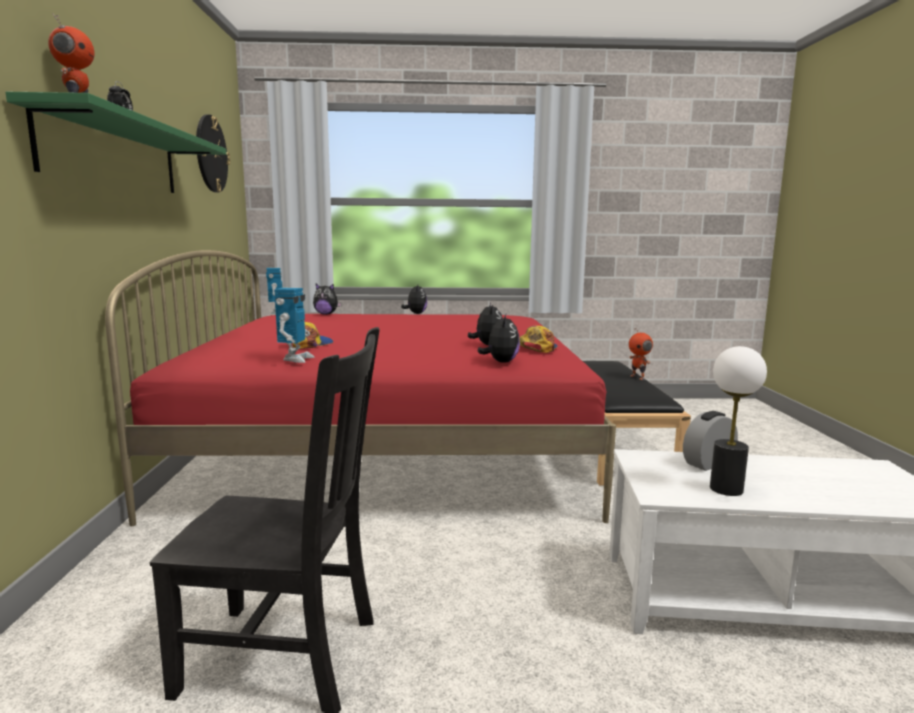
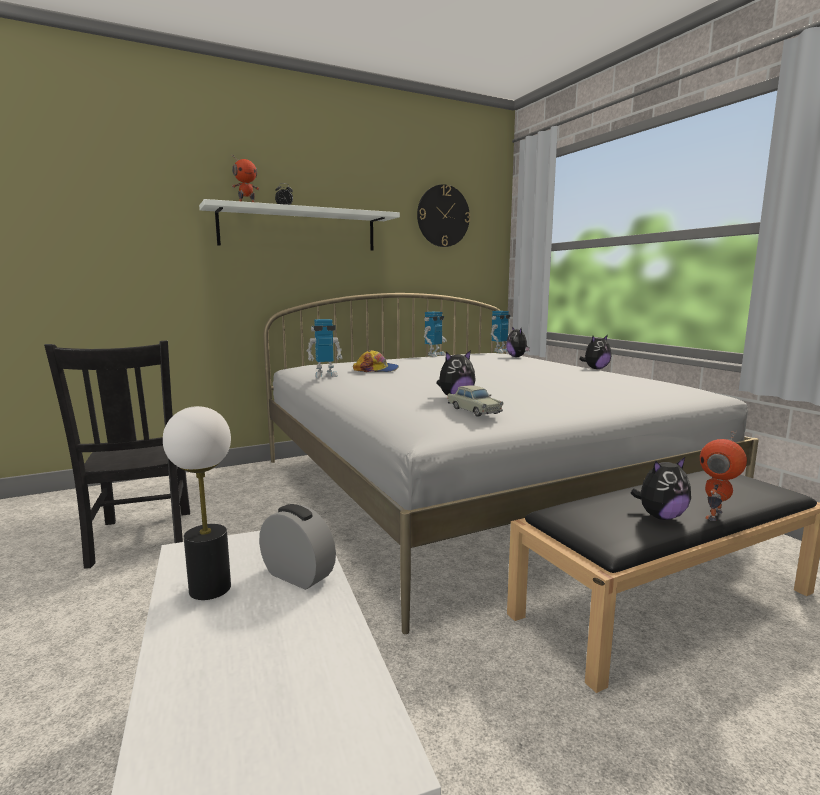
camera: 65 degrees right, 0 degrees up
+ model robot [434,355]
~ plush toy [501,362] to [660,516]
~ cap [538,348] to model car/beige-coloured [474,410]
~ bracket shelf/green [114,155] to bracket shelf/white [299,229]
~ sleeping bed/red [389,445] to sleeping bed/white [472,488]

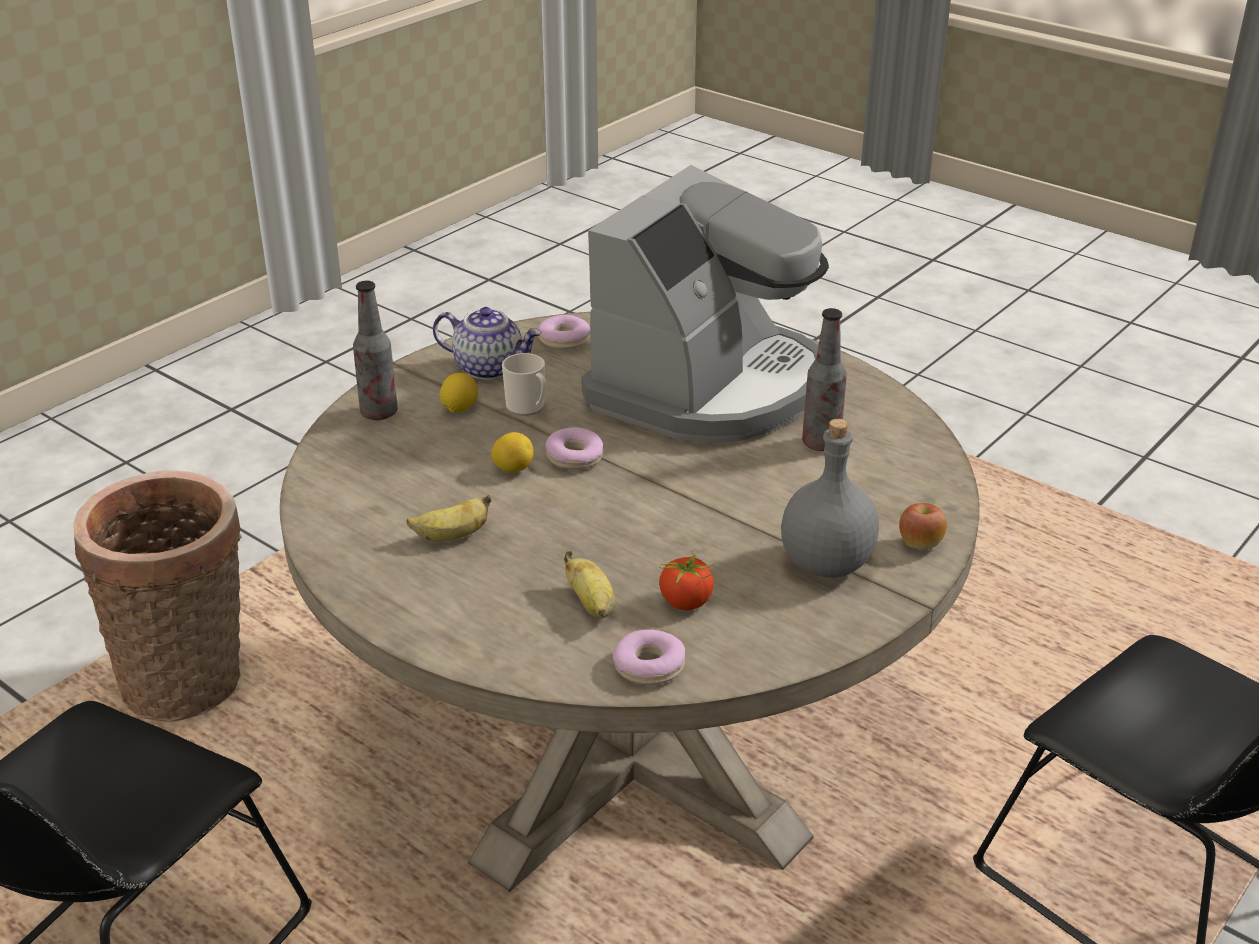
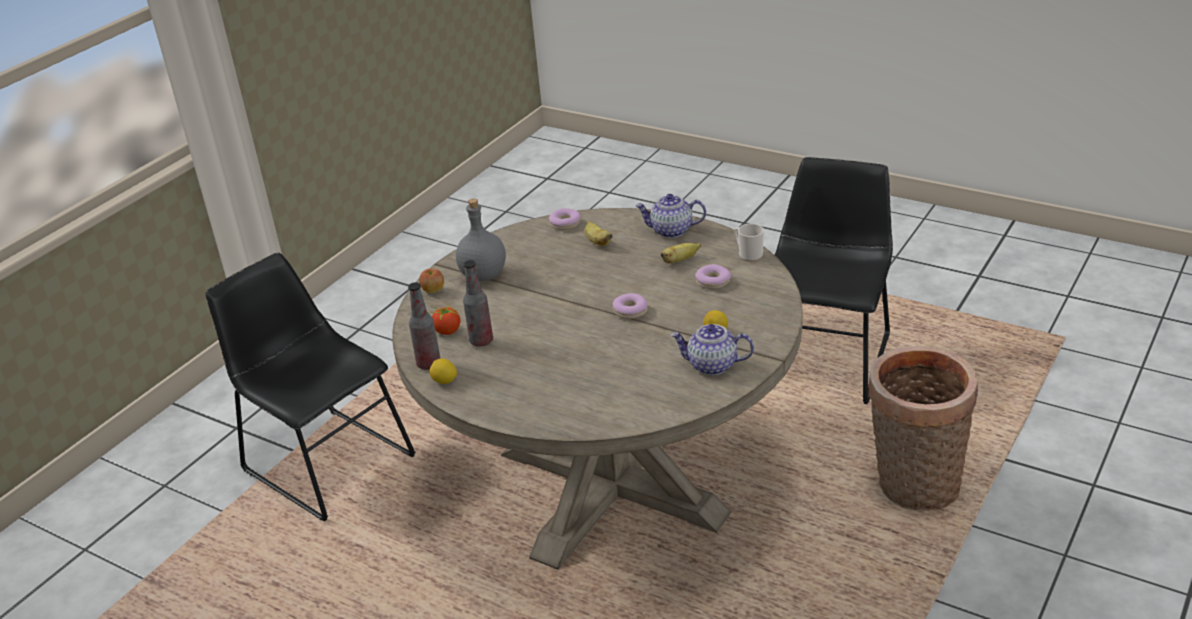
camera: 175 degrees right, 0 degrees up
- coffee maker [710,387]
+ tea pot [671,231]
~ beverage bottle [379,413] to [429,364]
~ lemon [513,469] to [444,381]
~ coffee mug [528,408] to [748,254]
~ donut [564,340] to [713,282]
~ fresh tomato [686,602] to [447,331]

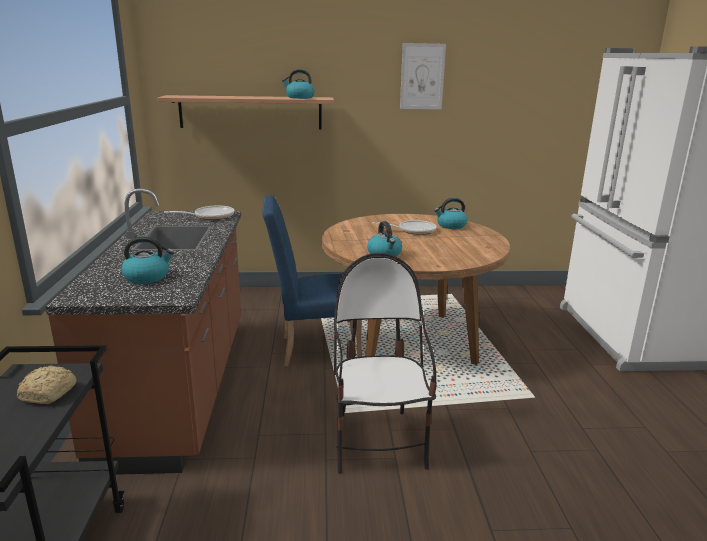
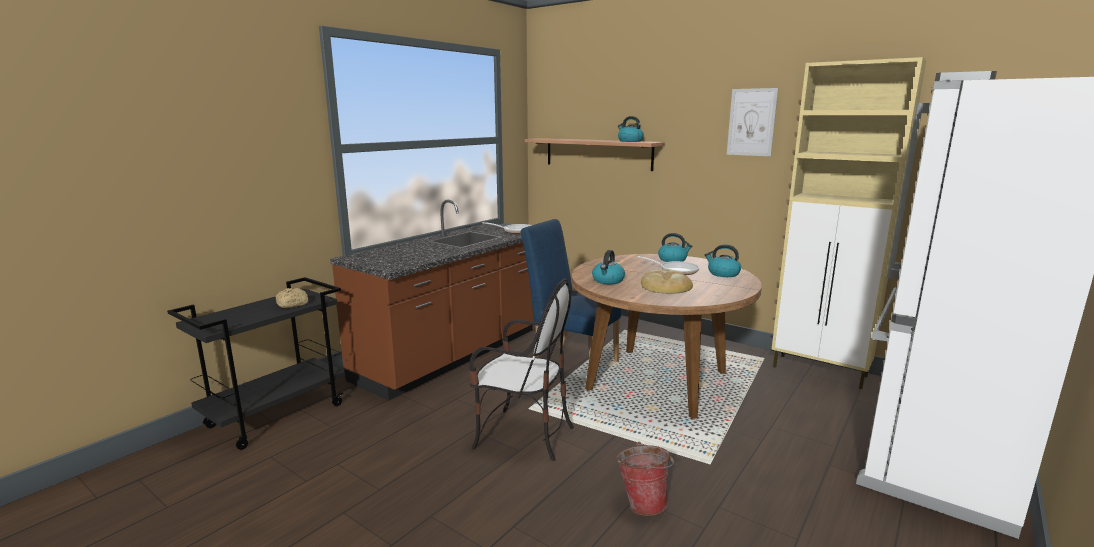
camera: 40 degrees right, 5 degrees down
+ pail [642,503]
+ bakery bread [665,286]
+ cabinet/beige-coloured [820,372]
~ tea kettle [147,277] to [673,260]
~ chair [378,442] = [523,436] 75 degrees clockwise

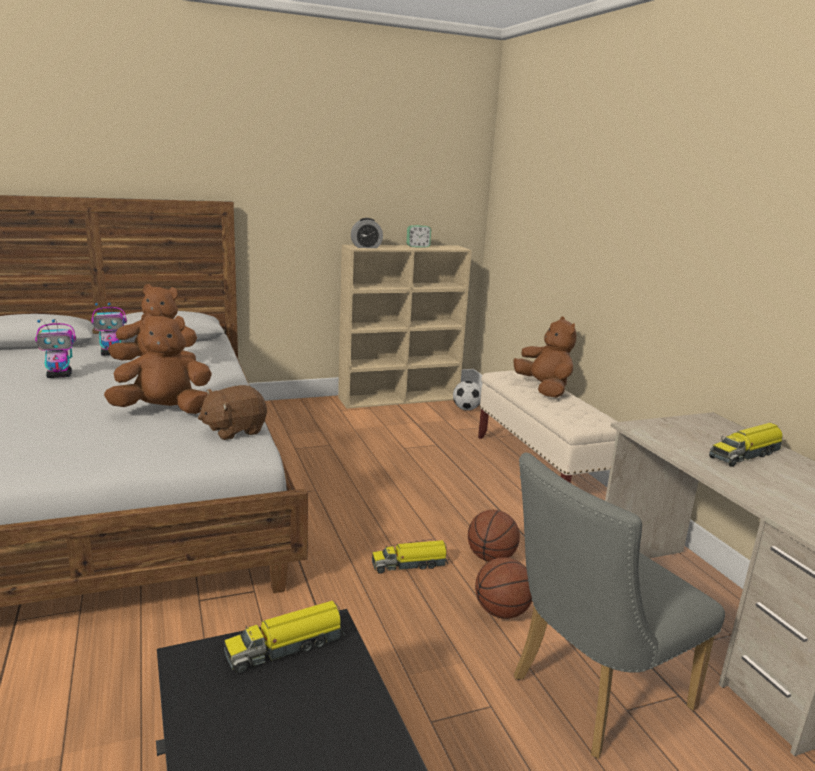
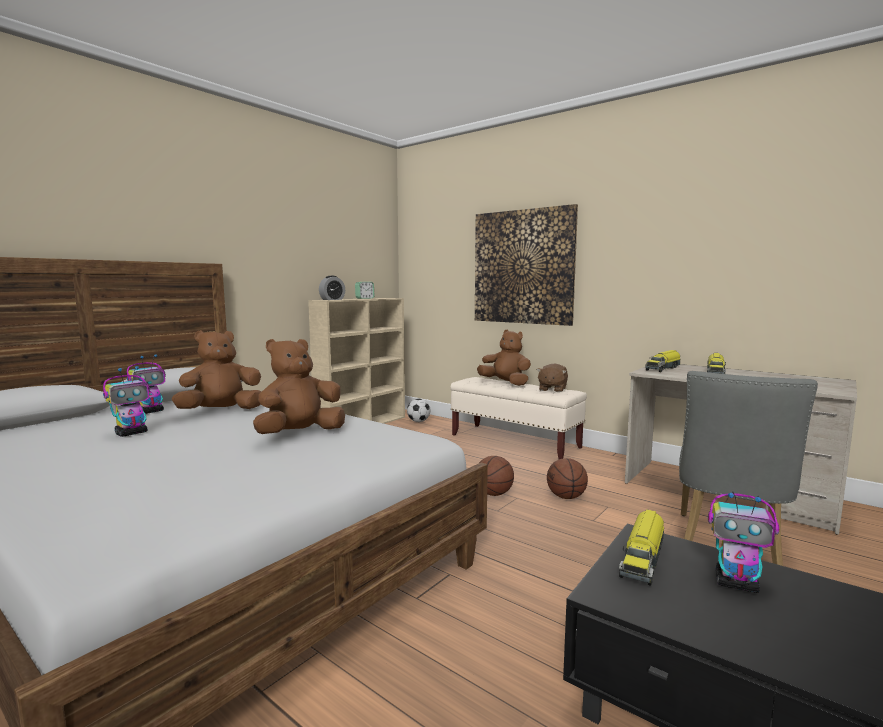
camera: 30 degrees left, 10 degrees down
+ picture [523,267]
+ model robot [737,584]
~ plush toy/brown [234,430] to [552,389]
~ toy lorry [410,564] to [663,368]
~ ball for basketball [501,612] to [493,494]

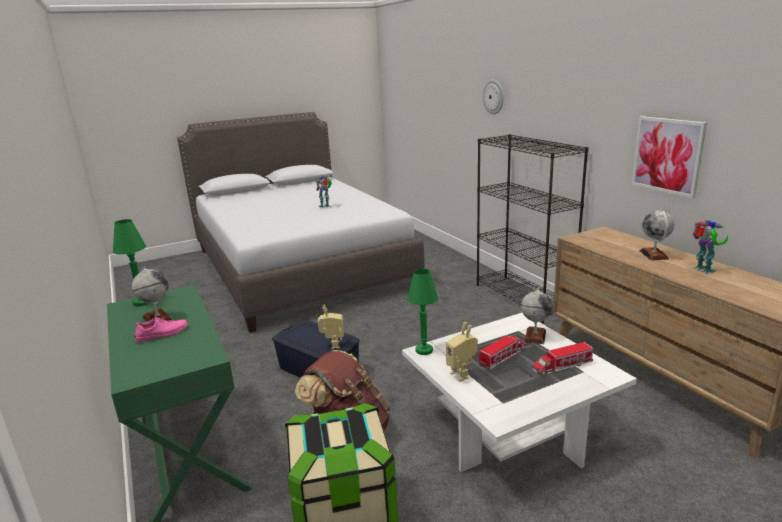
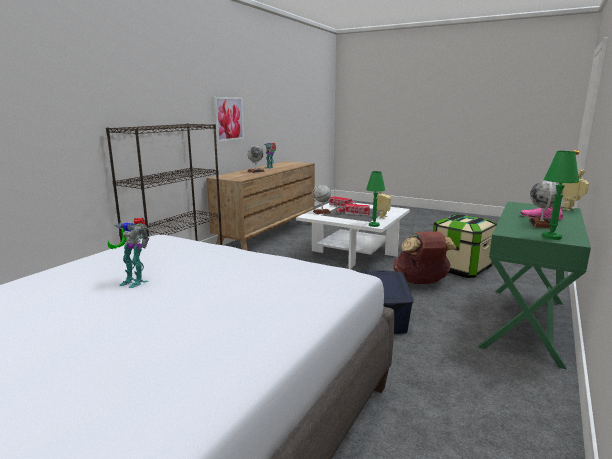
camera: 125 degrees left, 5 degrees down
- hanging clock [494,97]
~ model robot [332,345] to [570,209]

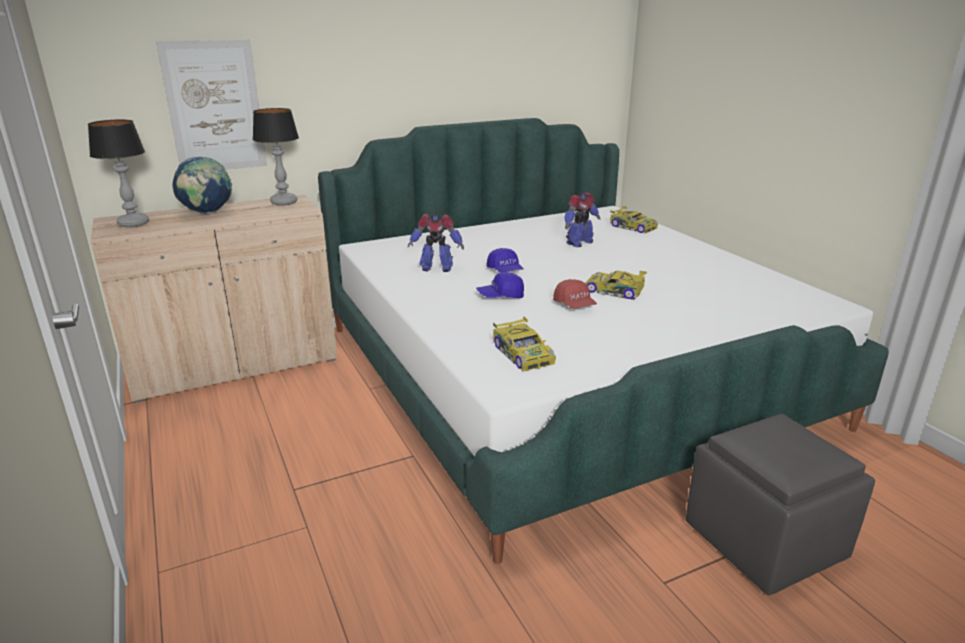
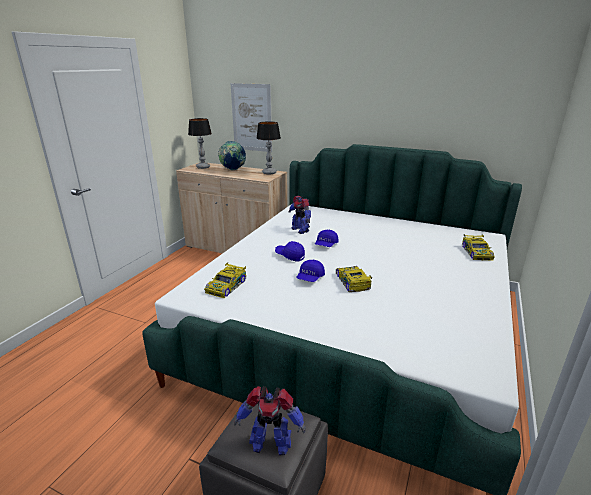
camera: 50 degrees right, 0 degrees up
~ model robot [578,243] to [270,443]
~ cap/red [574,305] to cap/bluish [310,278]

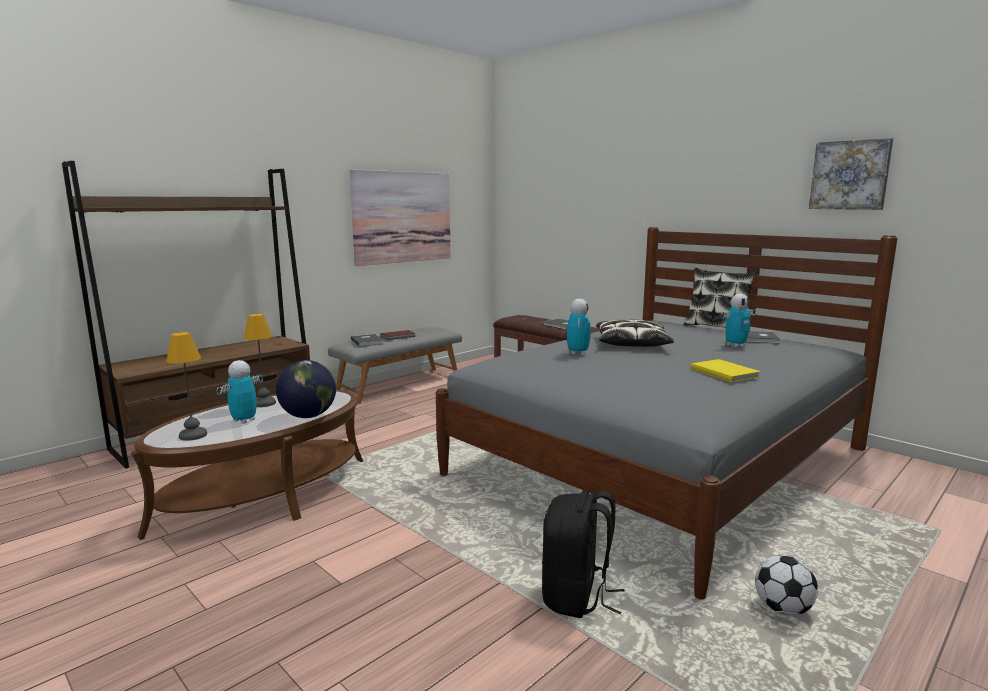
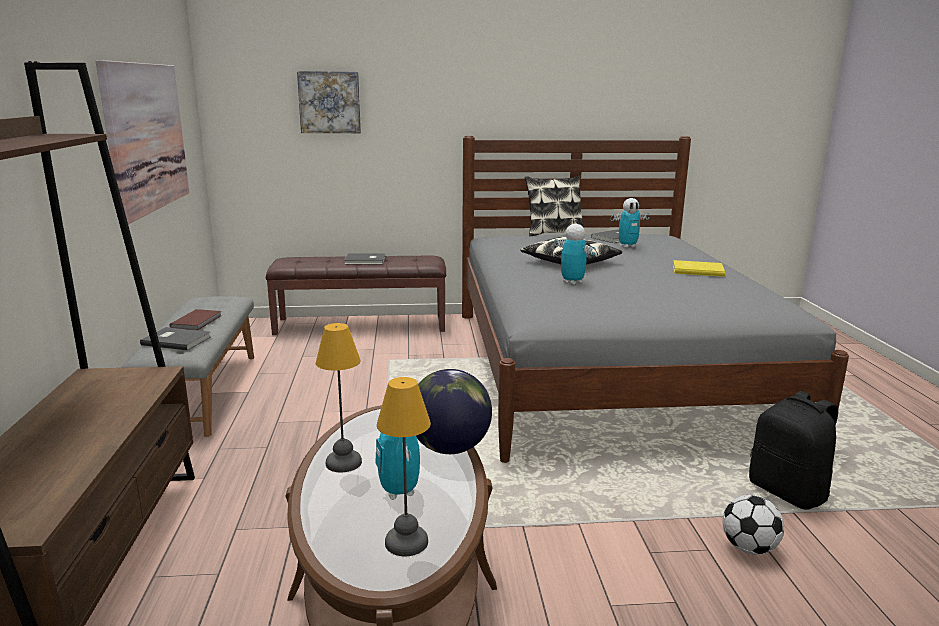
camera: 50 degrees left, 5 degrees up
~ ball for football [782,609] to [749,548]
~ picture [849,175] to [329,102]
~ model robot [735,345] = [627,246] 60 degrees clockwise

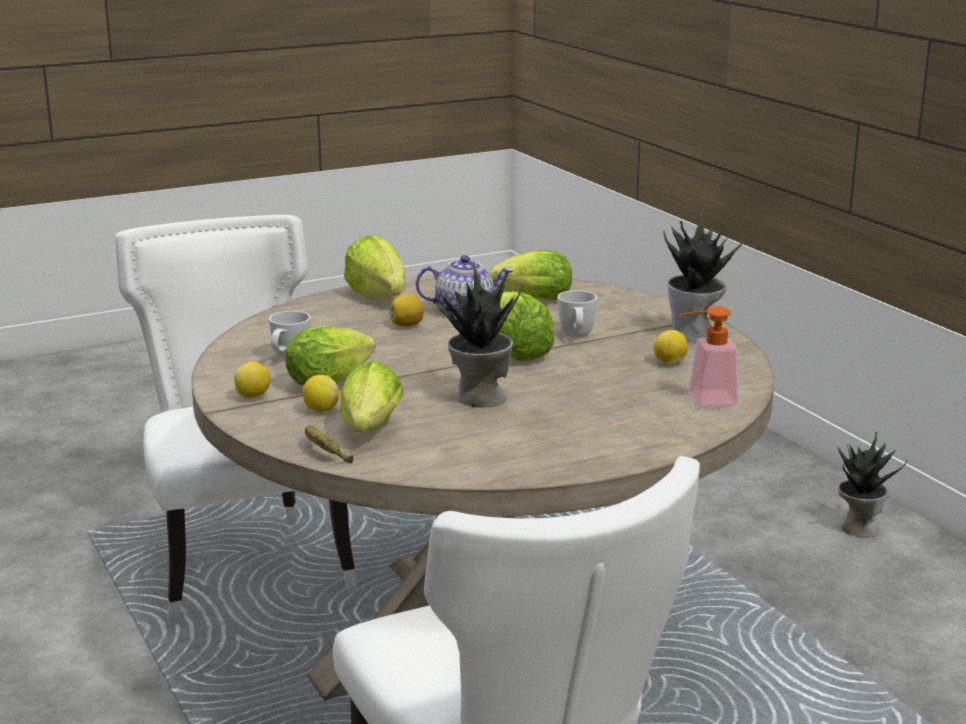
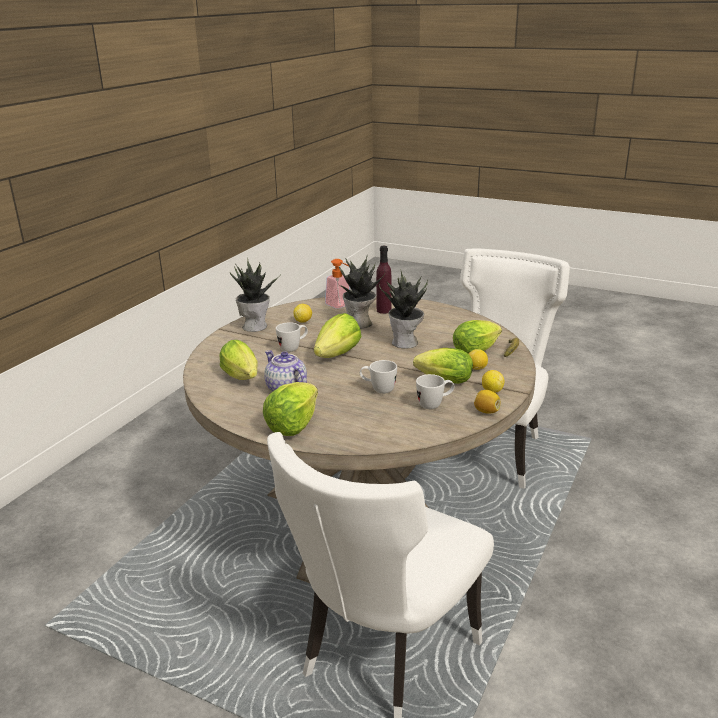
camera: 125 degrees left, 5 degrees up
+ coffee mug/white [378,390]
+ beverage bottle/purplish [384,310]
~ lemon [407,325] to [486,411]
~ potted plant [858,528] to [360,324]

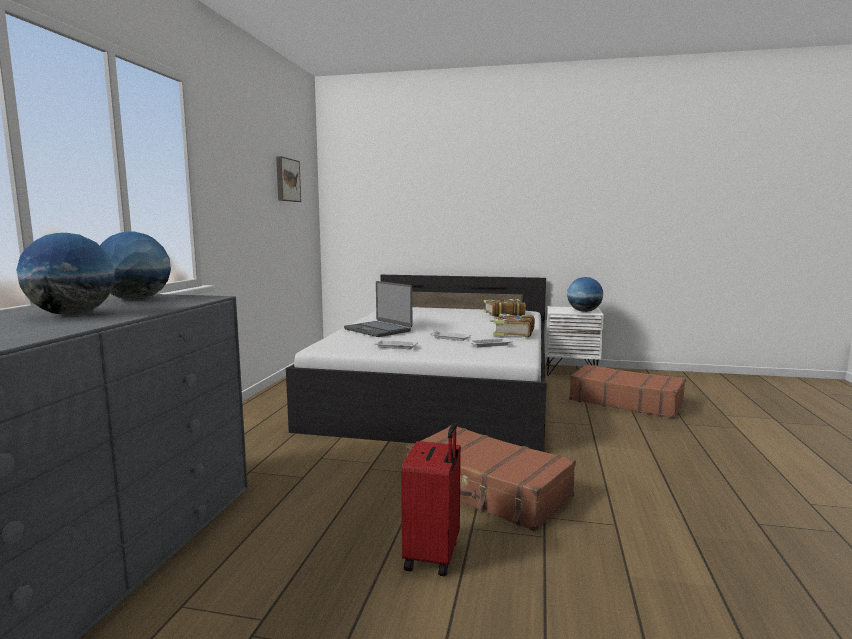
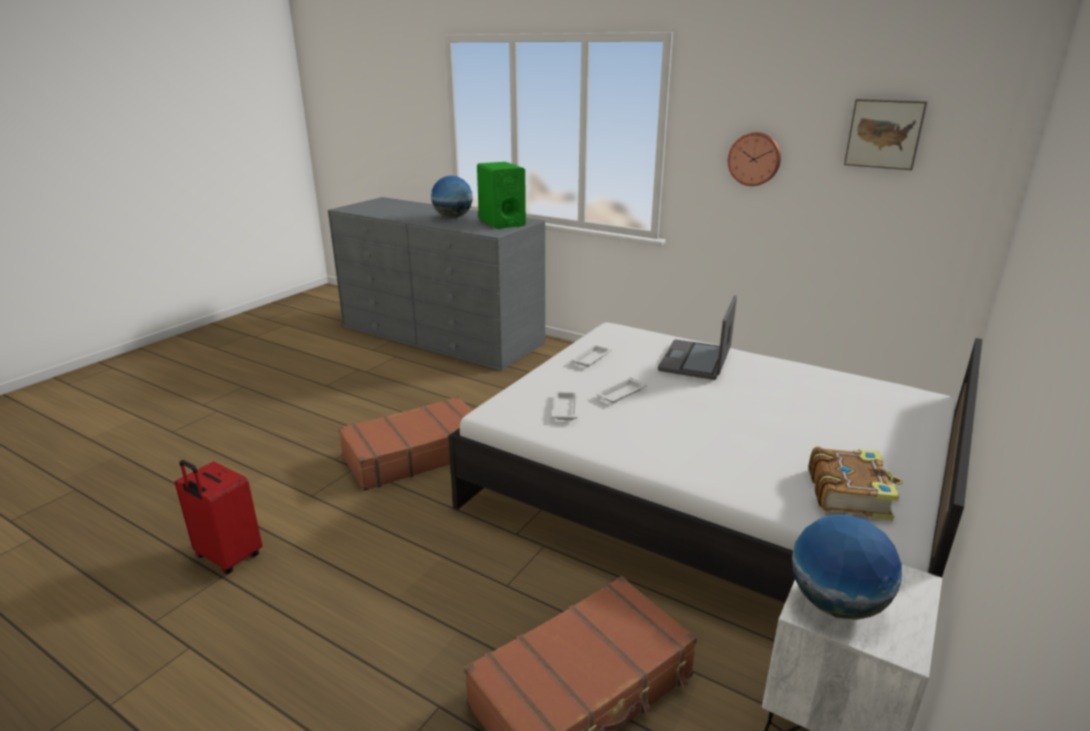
camera: 110 degrees right, 15 degrees up
- book [512,333]
+ hanging clock [754,159]
~ suitcase/red [434,555] to [227,557]
~ desk globe [135,299] to audio speaker/green [501,222]
~ notebook computer [378,330] = [696,361] 45 degrees counterclockwise

